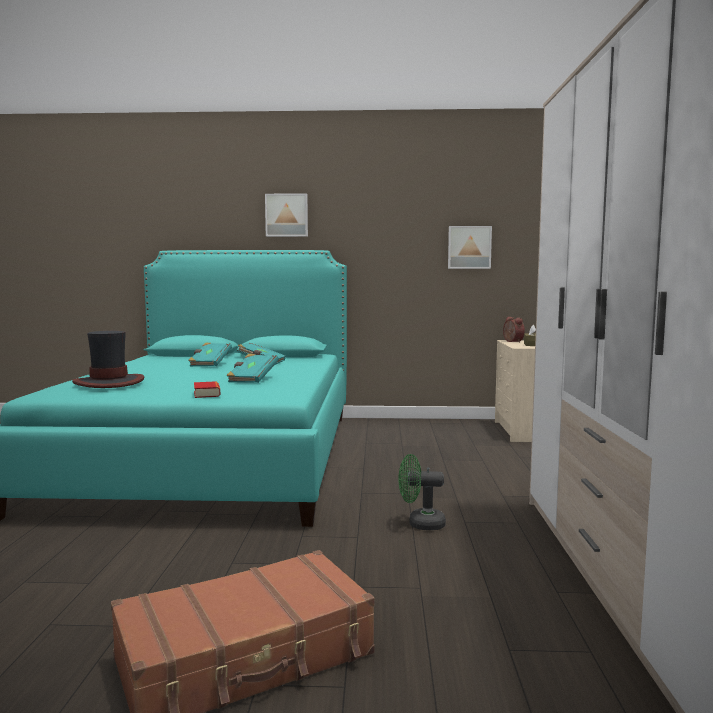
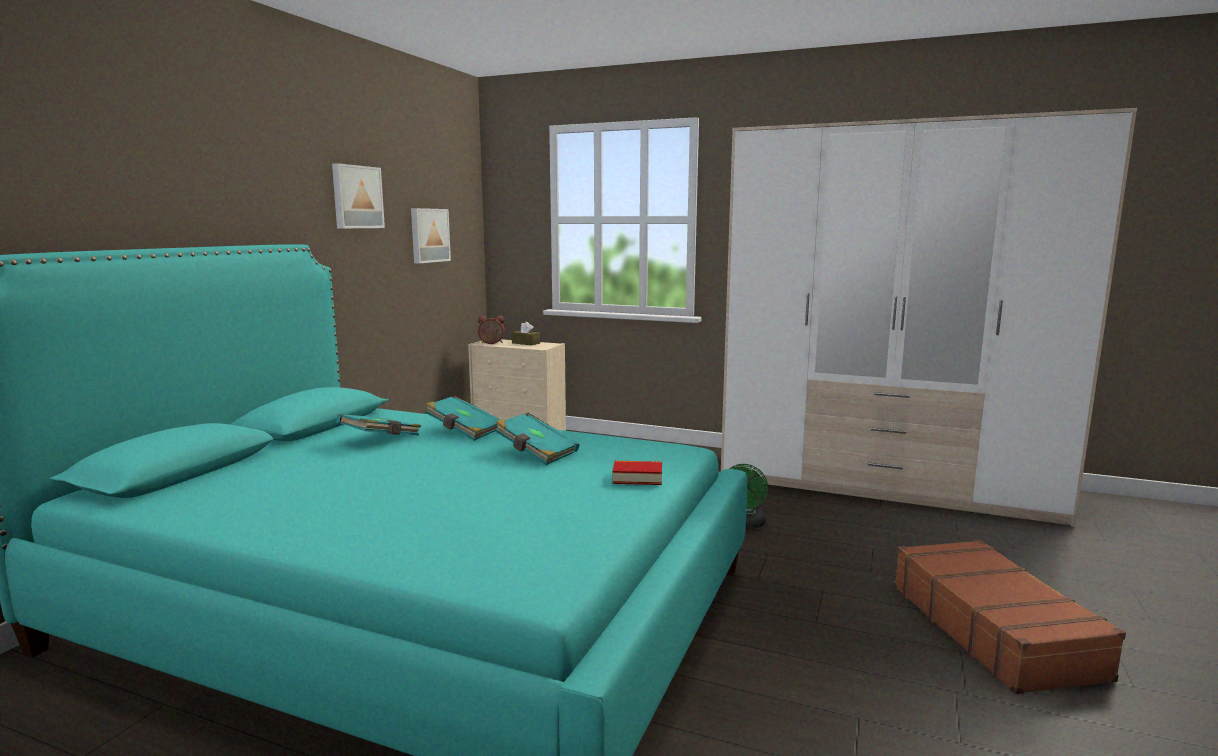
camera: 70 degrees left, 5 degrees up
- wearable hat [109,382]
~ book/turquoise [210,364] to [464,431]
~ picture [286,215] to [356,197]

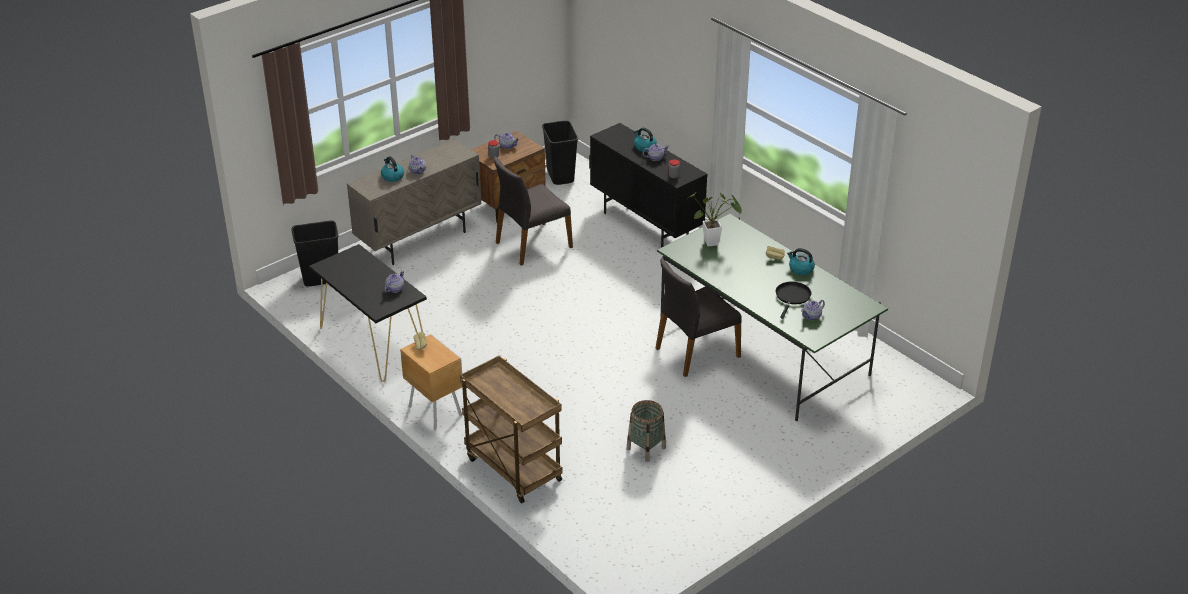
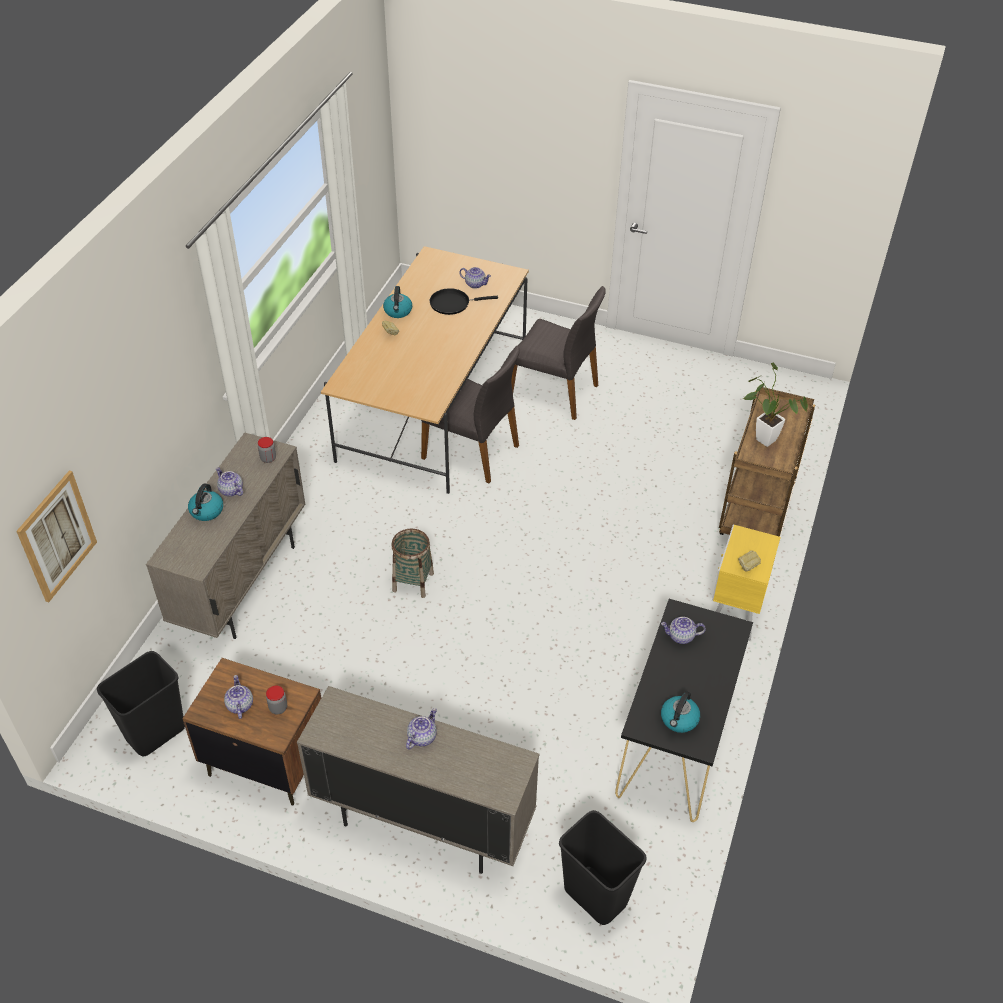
camera: 120 degrees left, 10 degrees up
+ picture [57,536]
~ tea kettle [392,176] to [679,720]
~ chair/gray [532,244] to [555,392]
~ storage basket [646,448] to [413,582]
~ potted plant [714,242] to [762,437]
~ bedside table/brown [435,410] to bedside table/yellowish [733,615]
~ cabinet/black-coloured [646,225] to cabinet/beige-coloured [243,584]
~ dinner table/green [763,350] to dinner table/beige-coloured [433,406]

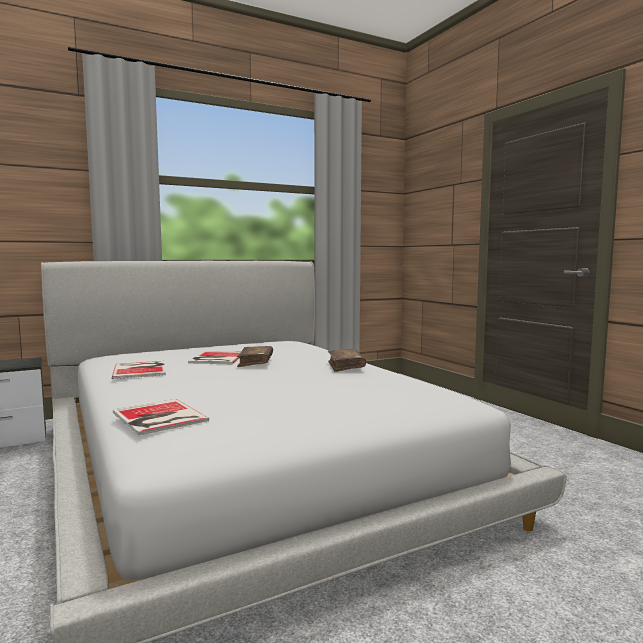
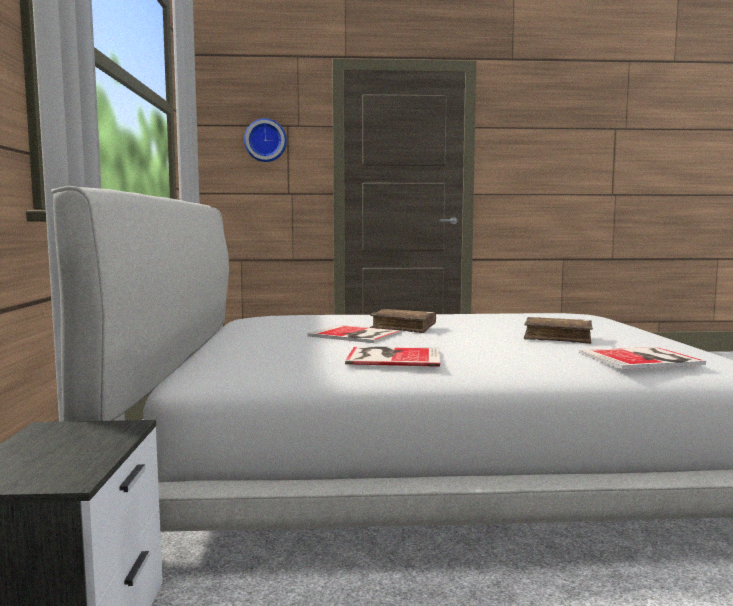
camera: 65 degrees left, 0 degrees up
+ hanging clock [265,140]
~ book/brown [346,366] to [557,338]

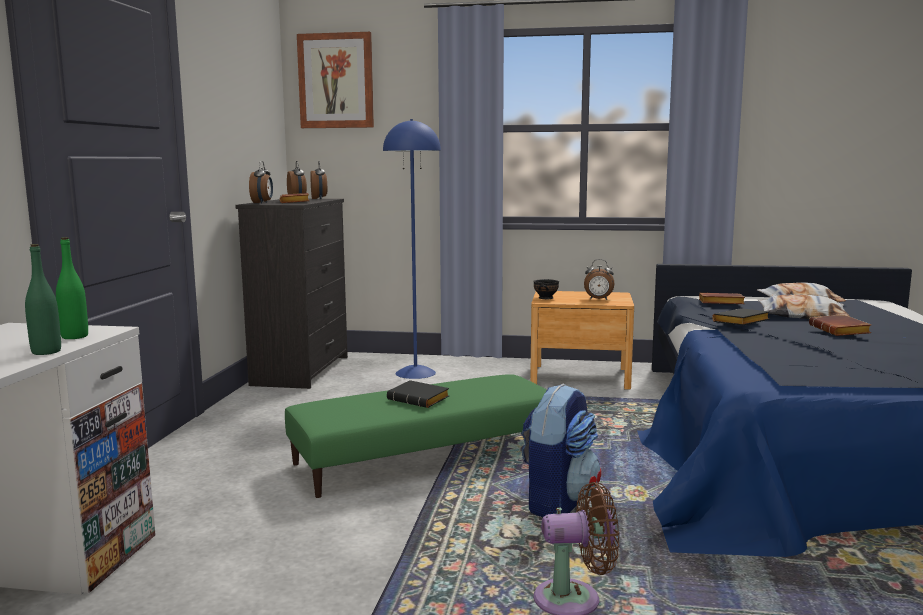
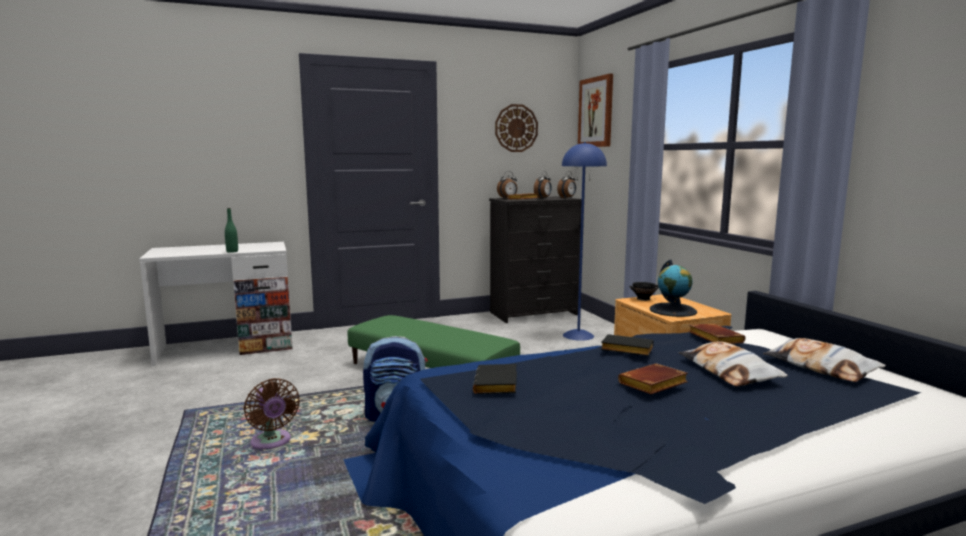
camera: 60 degrees right, 0 degrees up
- beverage bottle/green [75,336]
+ hanging clock [516,128]
~ book/black-coloured [420,399] to [497,385]
~ alarm clock [598,299] to desk globe [673,310]

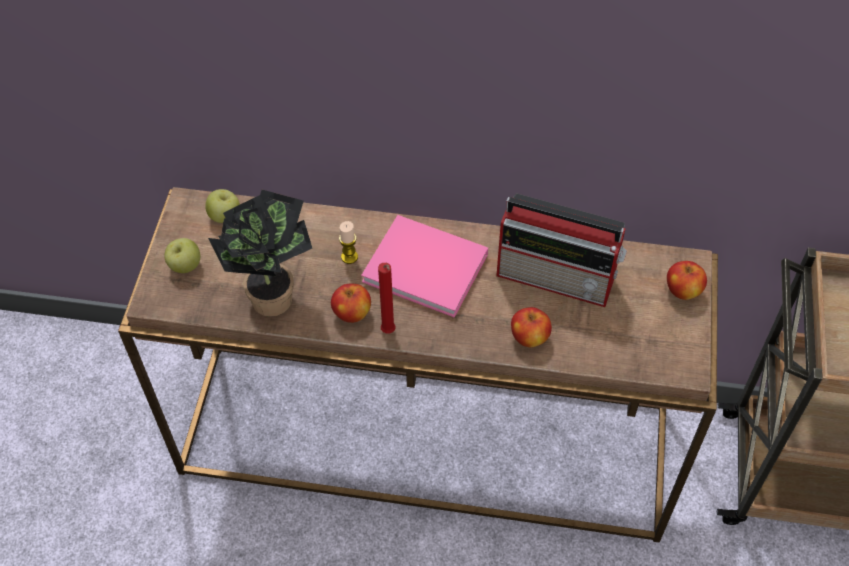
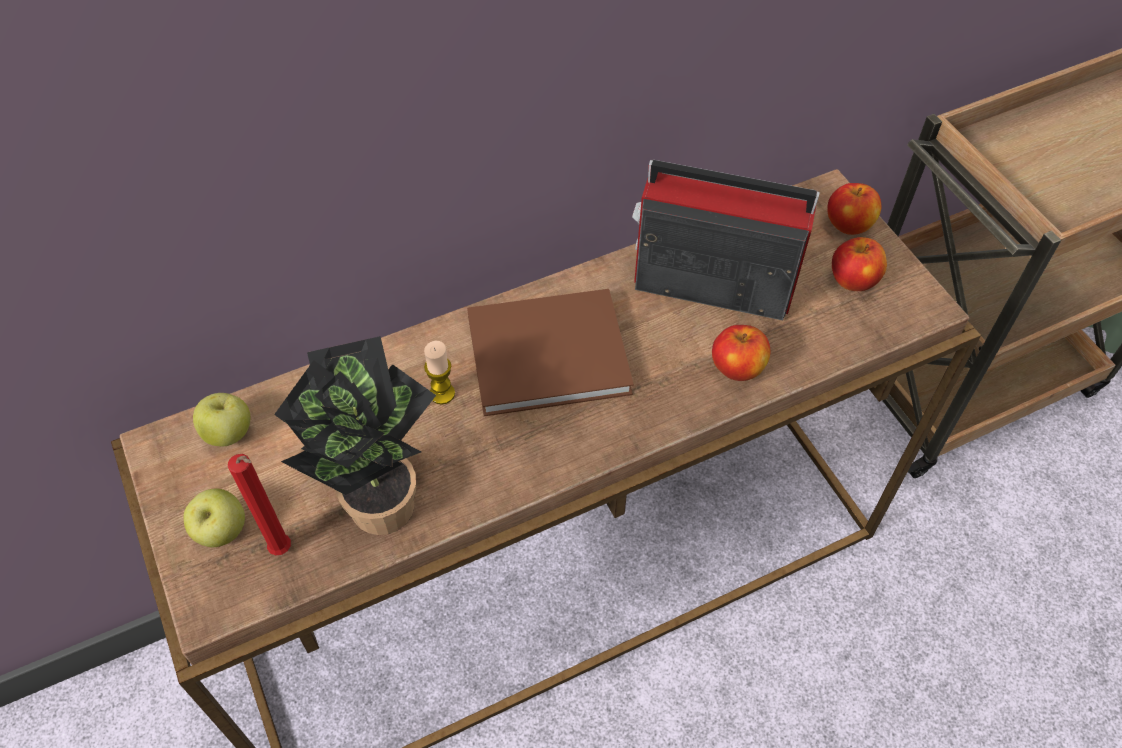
camera: 35 degrees left, 0 degrees up
~ apple [352,313] to [853,281]
~ wax candle/red [389,332] to [284,551]
~ book/pinkish [428,269] to book/brown [553,355]
~ radio receiver [558,278] = [709,283] 150 degrees counterclockwise

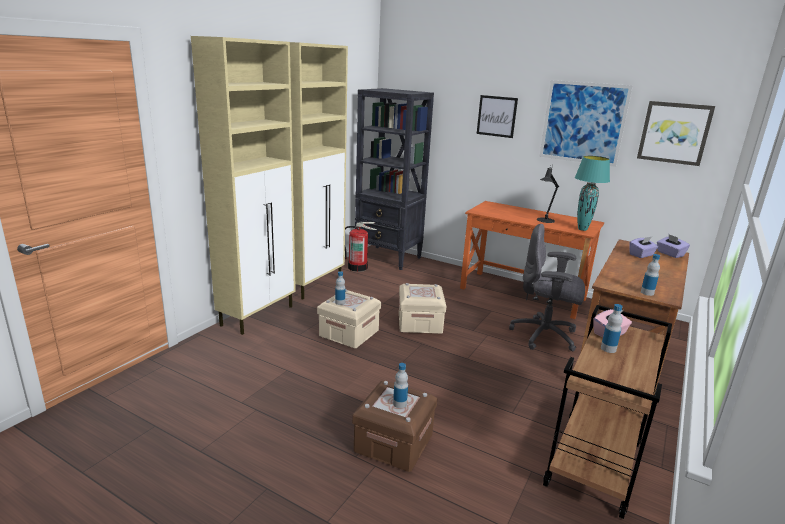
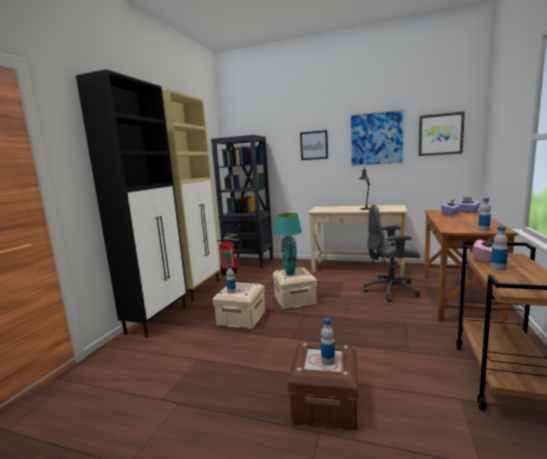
camera: 10 degrees left, 10 degrees down
~ table lamp/turquoise [582,229] to [290,274]
~ cabinet/beige-coloured [258,315] to cabinet/black-coloured [158,319]
~ desk unit/orangey [522,294] to desk unit/beige-coloured [357,268]

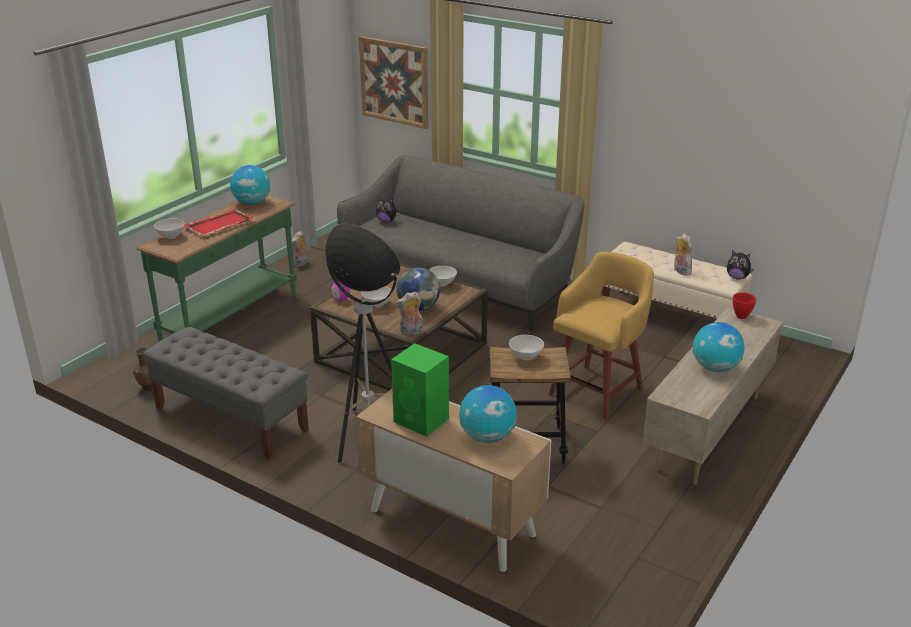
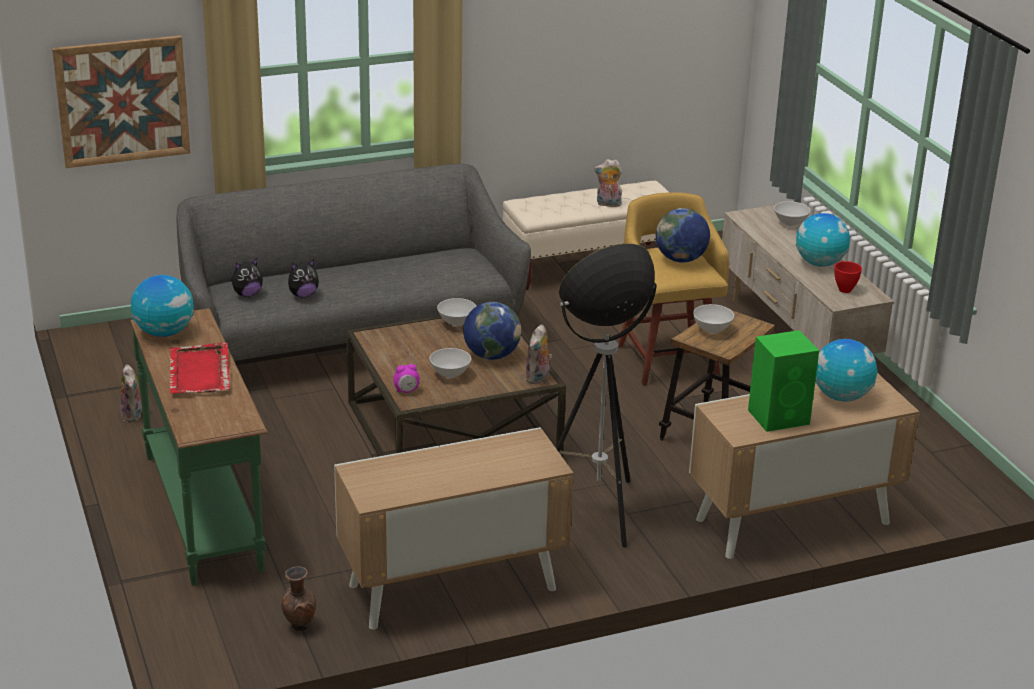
camera: 55 degrees left, 0 degrees up
+ desk globe [680,259]
~ deep dish/white [171,237] to [790,224]
~ plush toy [737,277] to [303,295]
~ deep dish/red [742,316] to [846,290]
~ bench/gray [230,419] to cabinet [452,588]

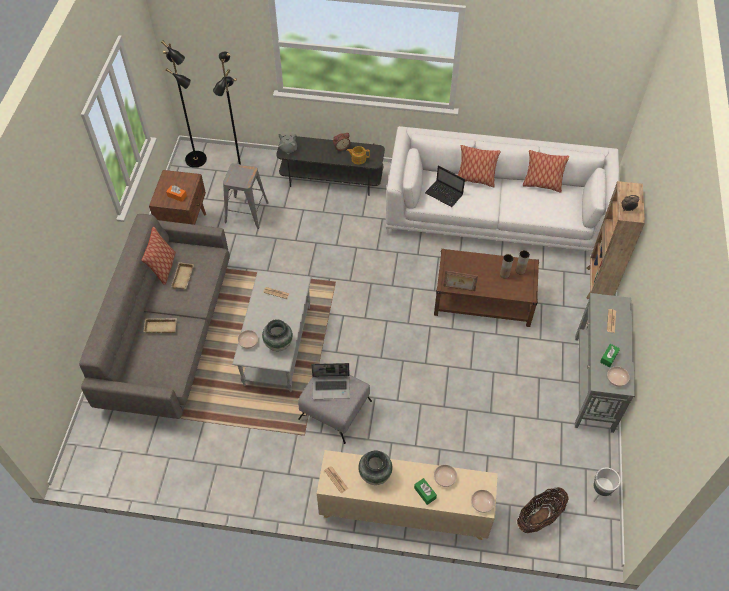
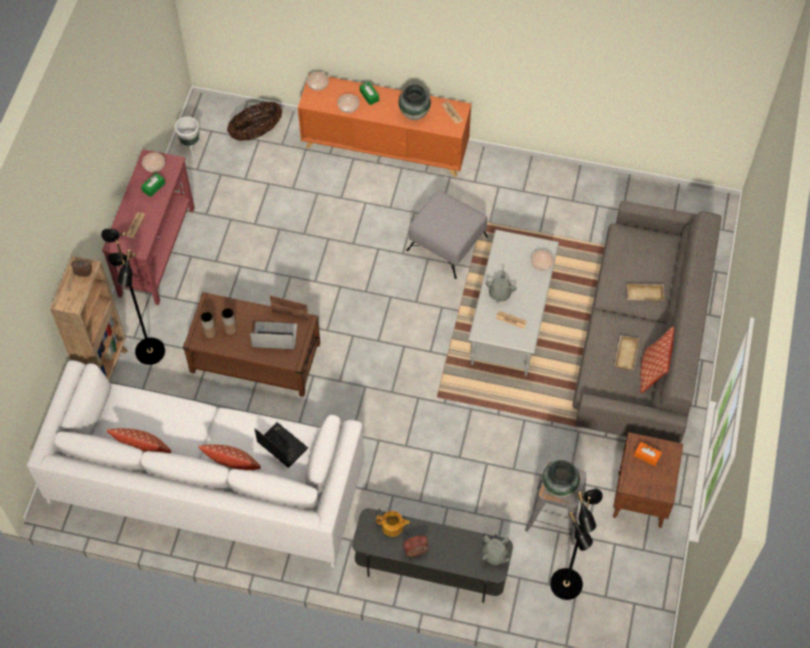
camera: 175 degrees left, 5 degrees up
+ tea pot/gray [500,293]
~ floor lamp/black-coloured [196,159] to [149,352]
~ vase [278,344] to [559,487]
~ notebook computer [331,387] to [274,337]
~ cabinet/beige-coloured [404,510] to cabinet/orangey [385,147]
~ hall table/gray [593,383] to hall table/red [157,251]

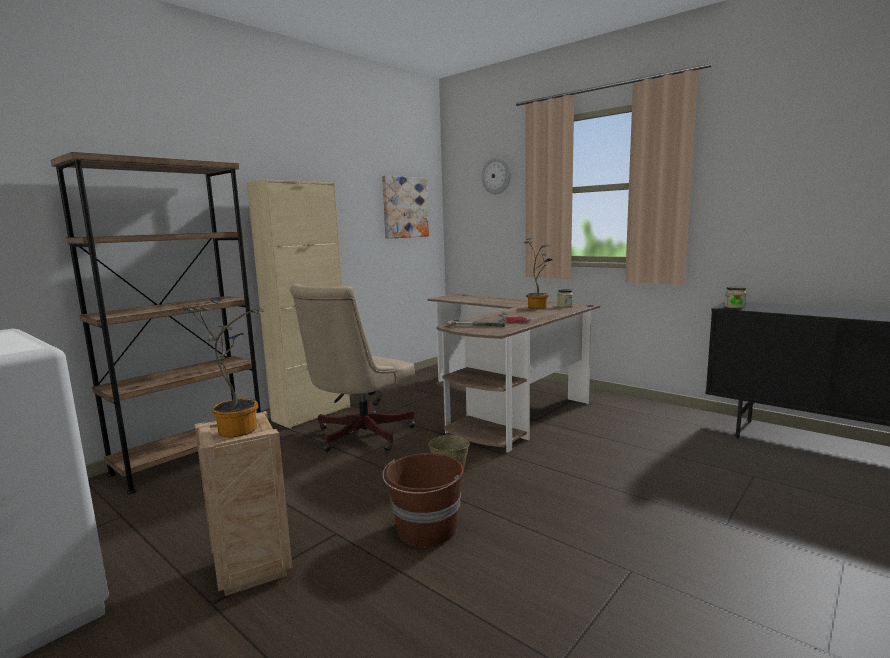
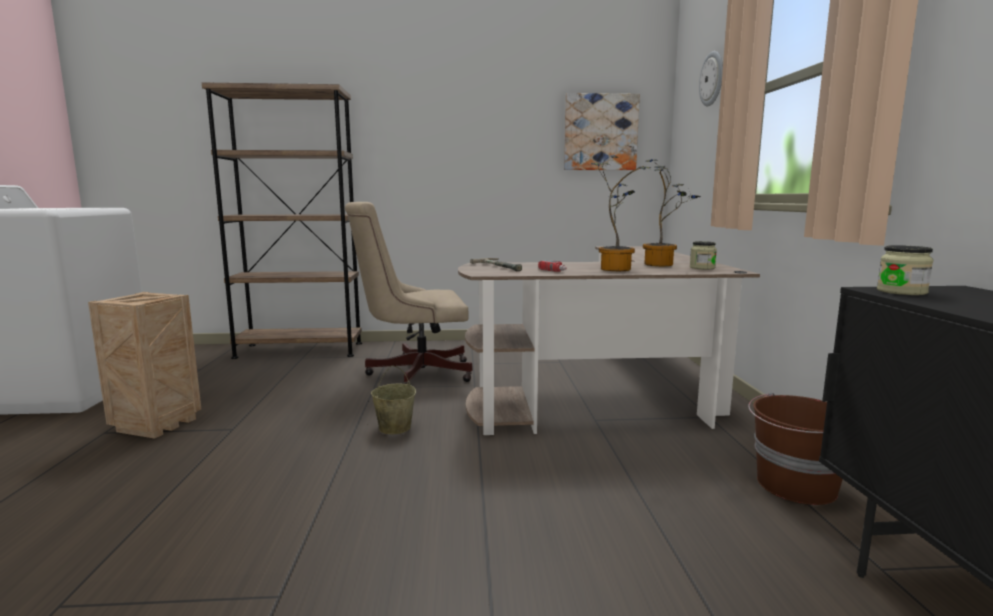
camera: 45 degrees right, 0 degrees up
- cabinet/beige-coloured [312,413]
~ potted plant [236,428] to [615,268]
~ pail/brown [426,530] to [795,486]

